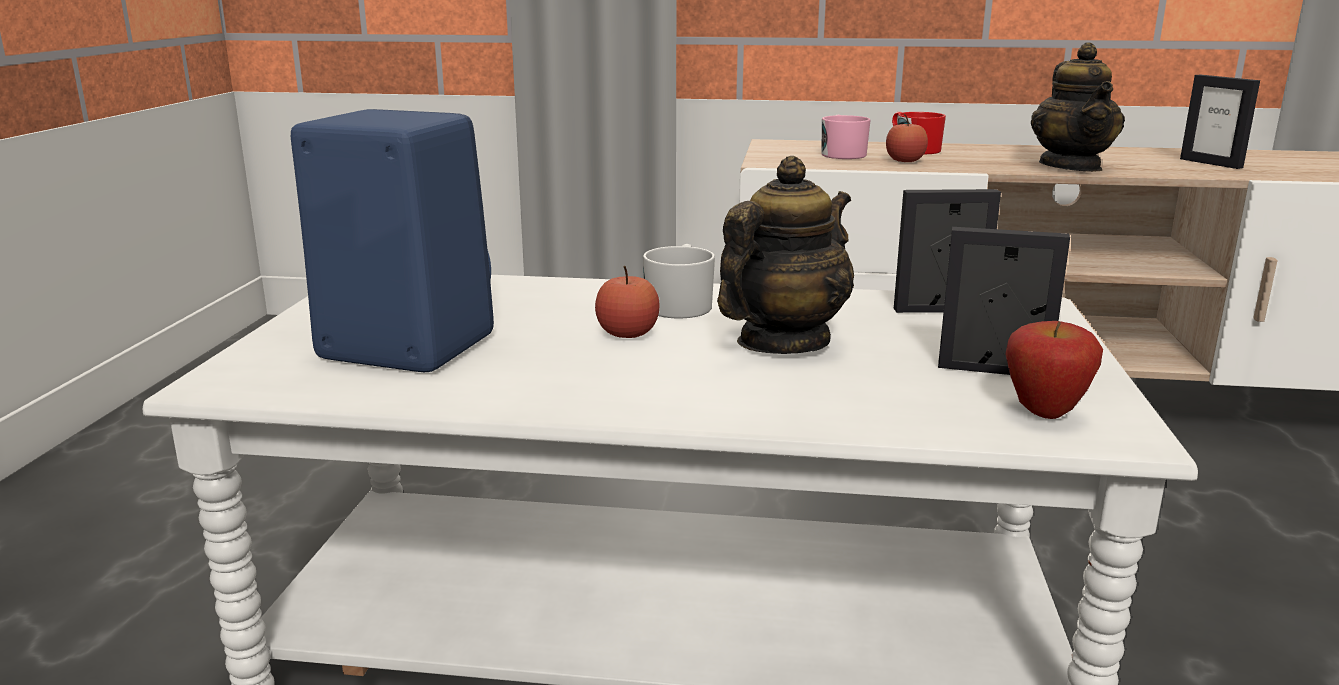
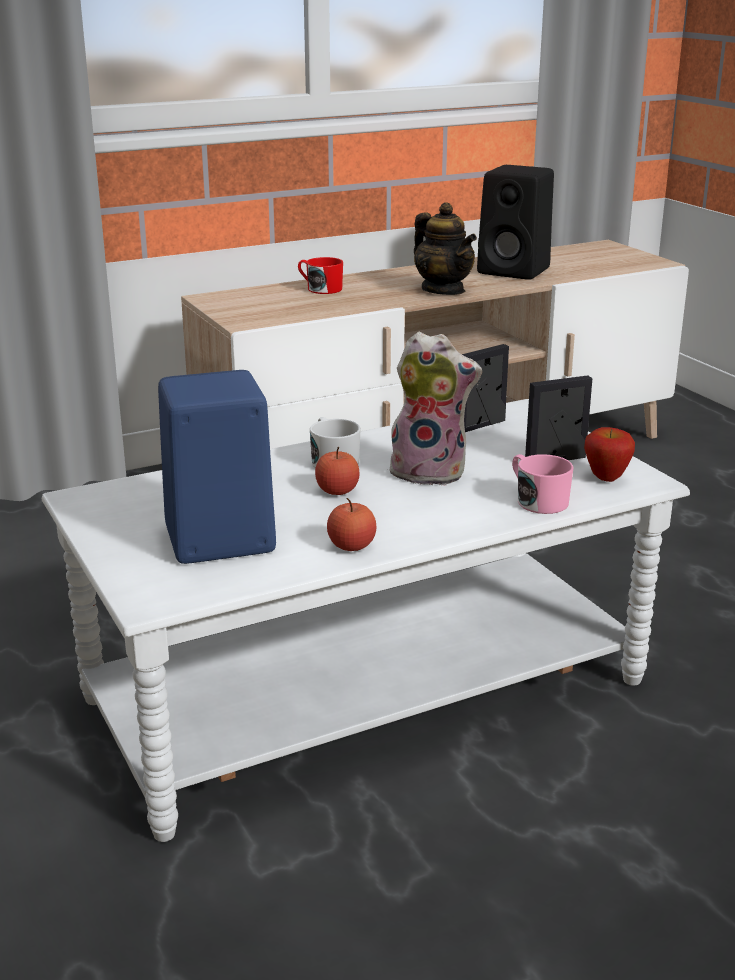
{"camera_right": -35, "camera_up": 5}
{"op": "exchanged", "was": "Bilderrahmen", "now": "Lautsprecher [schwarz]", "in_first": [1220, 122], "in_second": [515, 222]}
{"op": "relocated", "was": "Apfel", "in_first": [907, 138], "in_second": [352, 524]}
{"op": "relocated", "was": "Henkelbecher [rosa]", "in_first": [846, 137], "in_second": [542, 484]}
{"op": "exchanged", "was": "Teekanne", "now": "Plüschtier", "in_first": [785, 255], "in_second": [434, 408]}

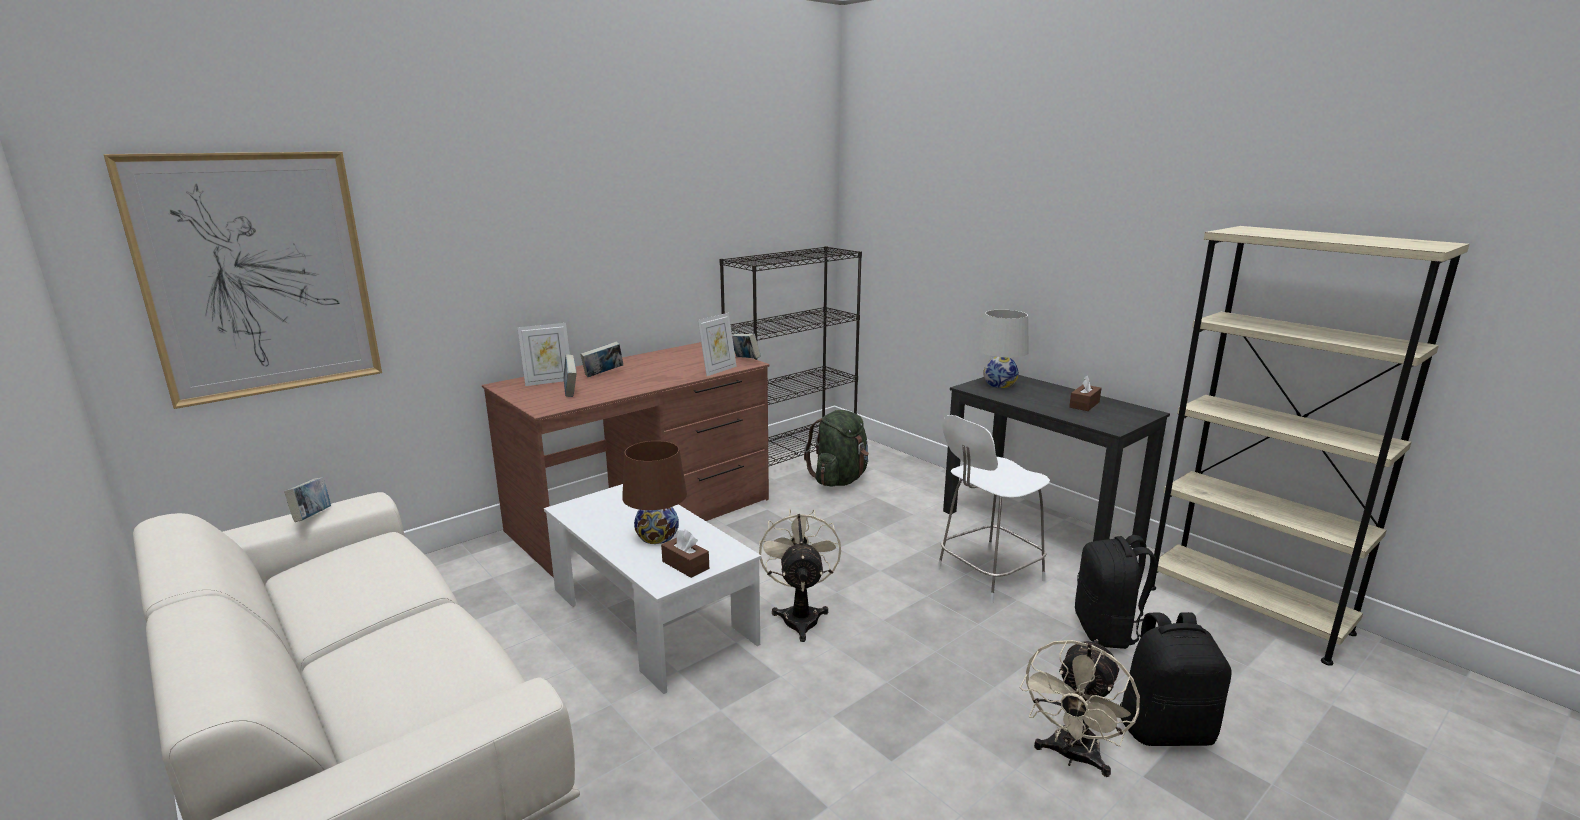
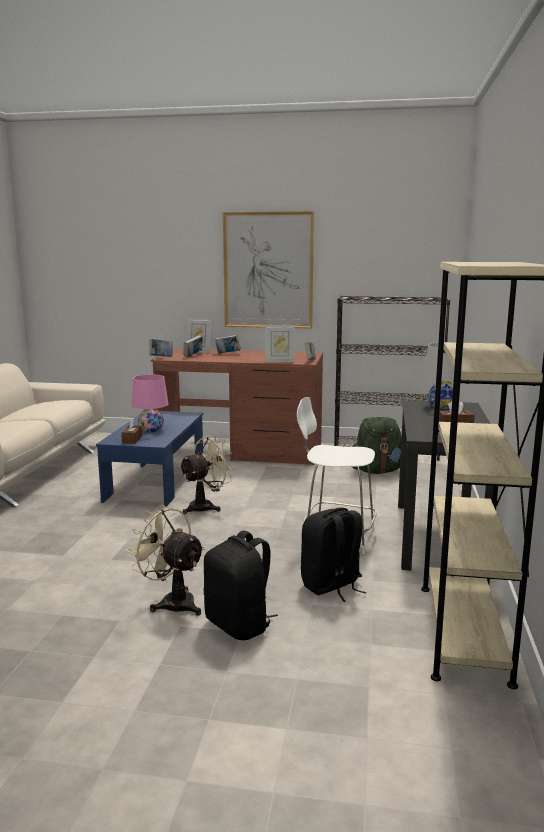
{"camera_right": 50, "camera_up": -5}
{"op": "relocated", "was": "Bild", "in_first": [242, 280], "in_second": [268, 269]}
{"op": "colour", "was": "Tischlampe [braun]", "now": "Tischlampe [rosa]", "in_first": [654, 492], "in_second": [150, 403]}
{"op": "relocated", "was": "Buch", "in_first": [307, 499], "in_second": [161, 348]}
{"op": "colour", "was": "Couchtisch [weiß]", "now": "Couchtisch [blau]", "in_first": [652, 589], "in_second": [149, 459]}
{"op": "spun", "was": "Ventilator [beige]", "in_first": [1080, 708], "in_second": [165, 560], "clockwise": 45}

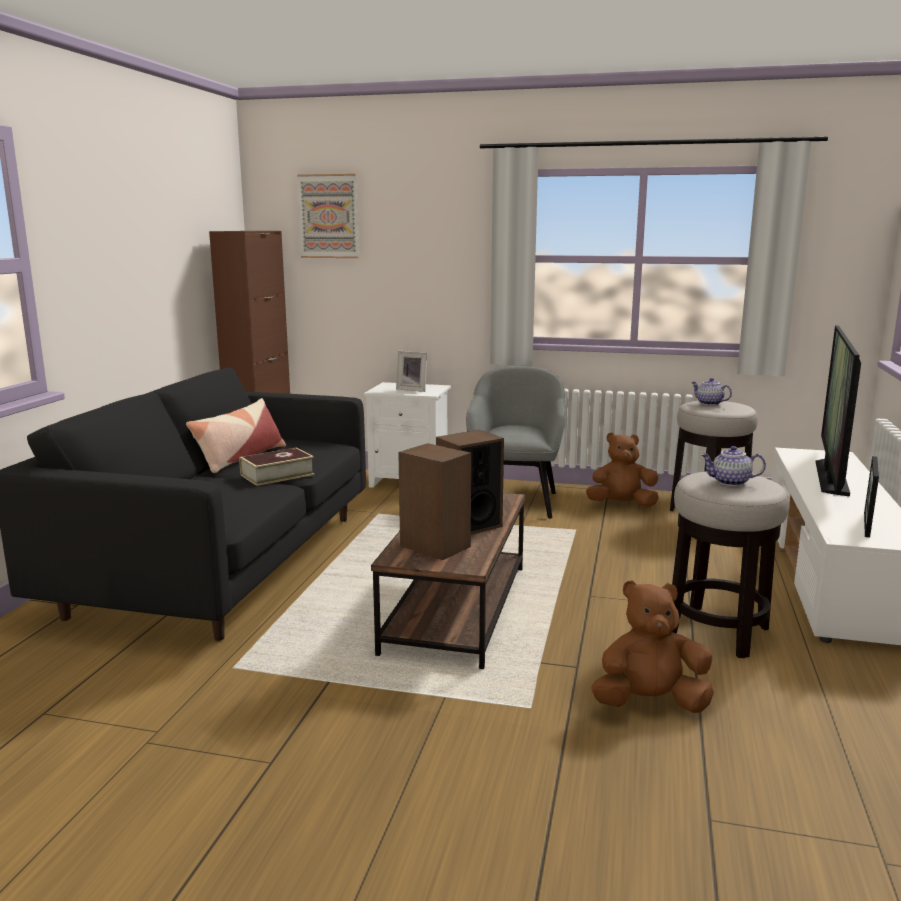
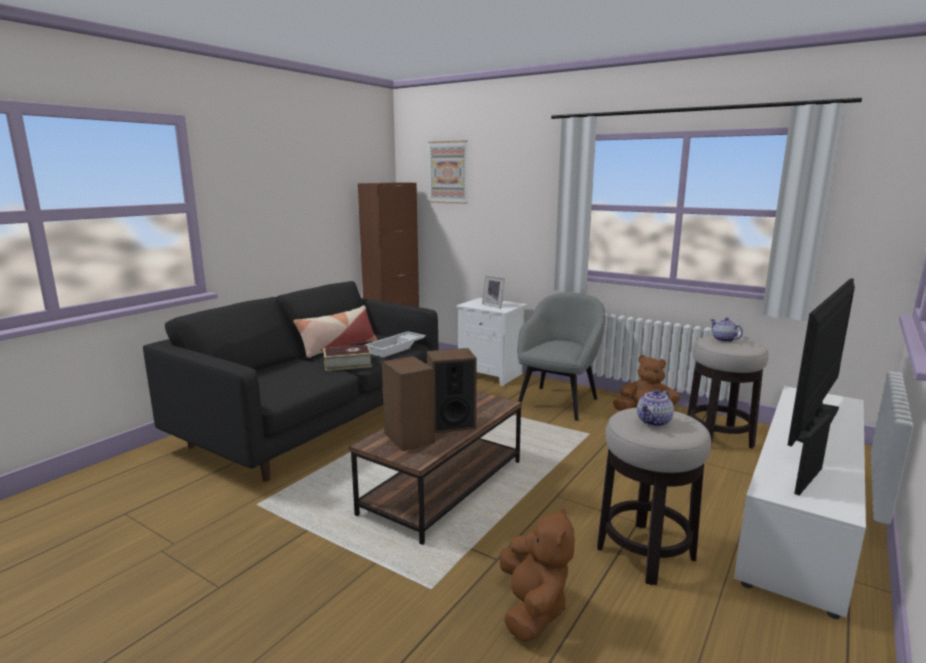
{"camera_right": 20, "camera_up": 0}
{"op": "spun", "was": "Teekanne", "in_first": [733, 466], "in_second": [655, 408], "clockwise": -75}
{"op": "spun", "was": "Plüschtier [braun]", "in_first": [652, 646], "in_second": [537, 574], "clockwise": 75}
{"op": "appeared", "now": "Tablett [weiß]", "in_second": [395, 344]}

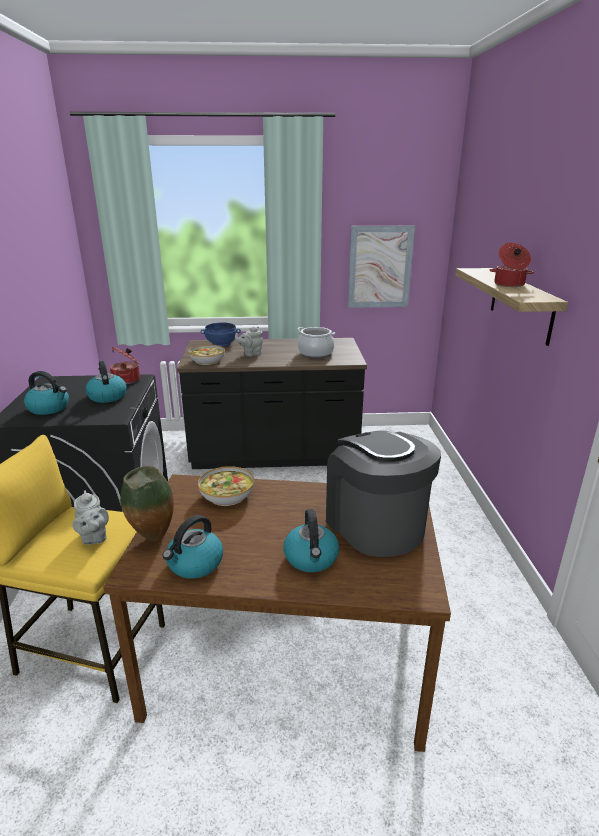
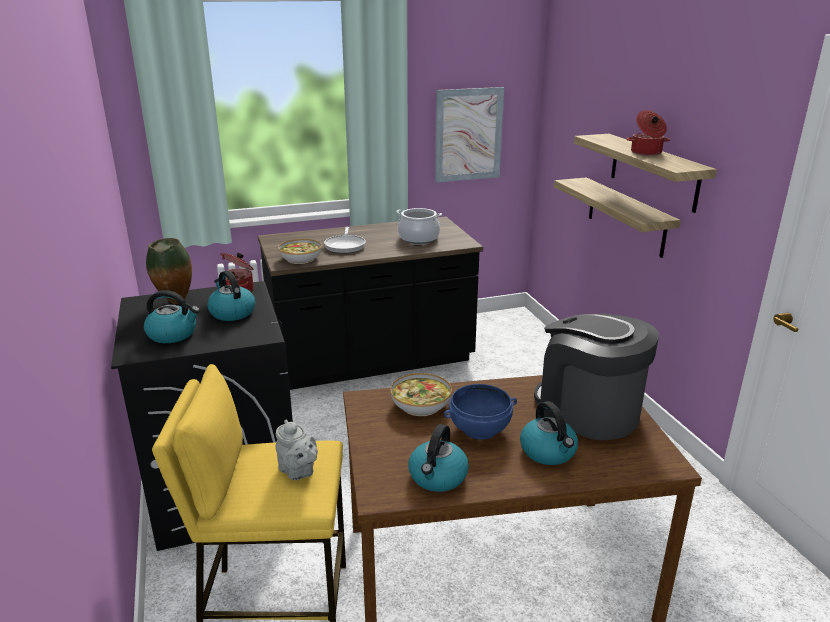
{"camera_right": -15, "camera_up": 0}
{"op": "relocated", "was": "Schüssel [blau]", "in_first": [221, 335], "in_second": [480, 412]}
{"op": "exchanged", "was": "Teekanne [grau]", "now": "Pfanne", "in_first": [249, 341], "in_second": [345, 240]}
{"op": "relocated", "was": "Vase", "in_first": [147, 504], "in_second": [169, 271]}
{"op": "appeared", "now": "Wandregal", "in_second": [617, 217]}

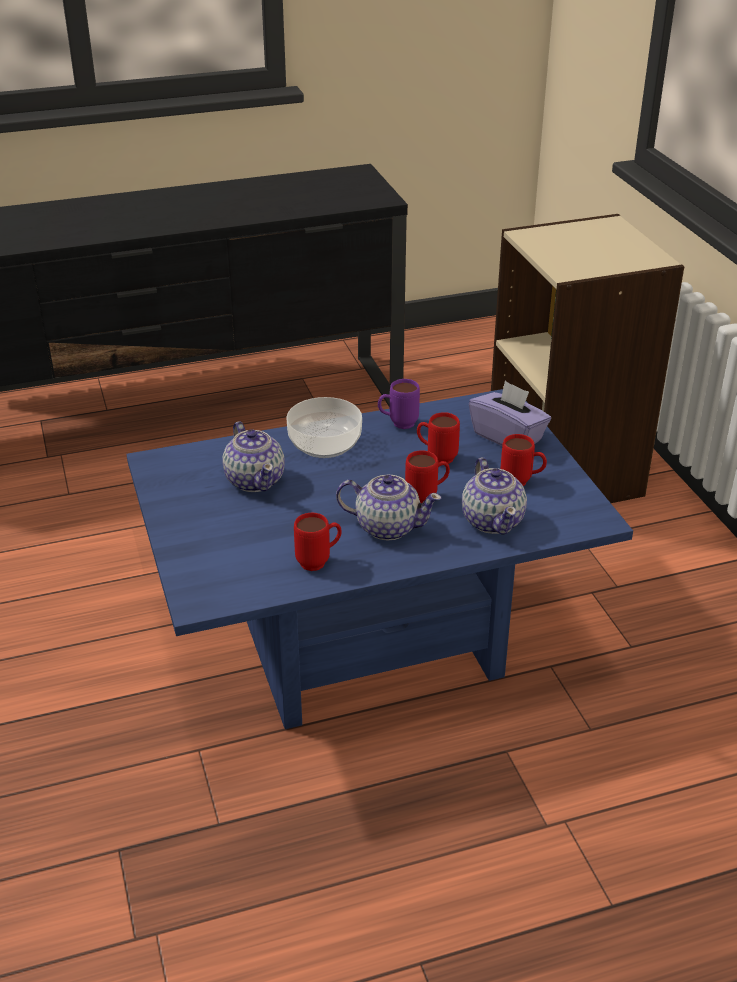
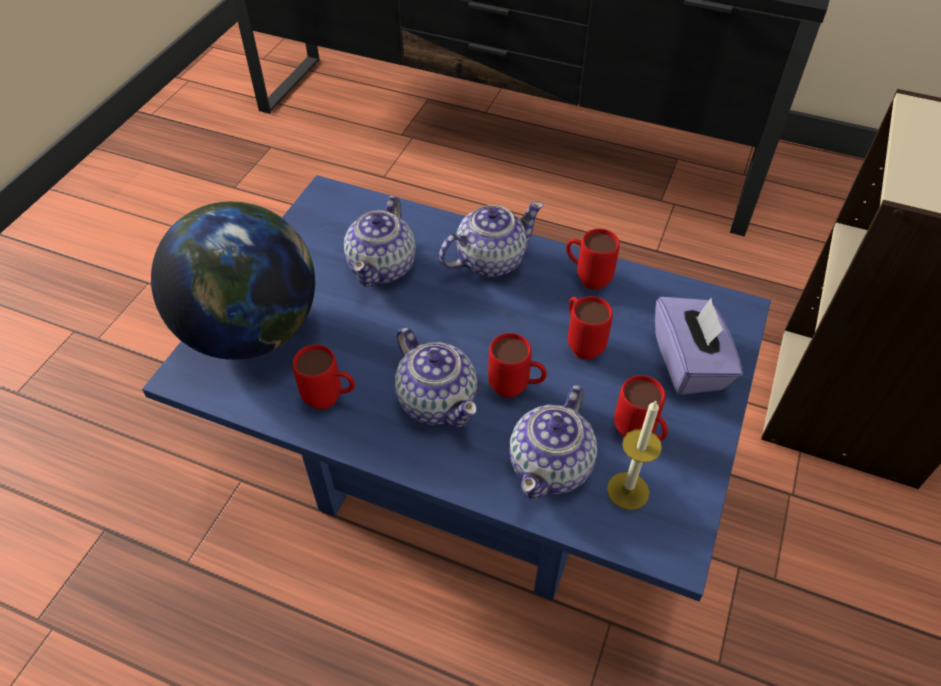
{"camera_right": 40, "camera_up": 15}
{"op": "colour", "was": "Henkelbecher [lila]", "now": "Henkelbecher [rot]", "in_first": [399, 404], "in_second": [593, 259]}
{"op": "exchanged", "was": "Schüssel", "now": "Teekanne", "in_first": [324, 427], "in_second": [491, 239]}
{"op": "appeared", "now": "Globus", "in_second": [233, 280]}
{"op": "appeared", "now": "Kerze", "in_second": [634, 455]}

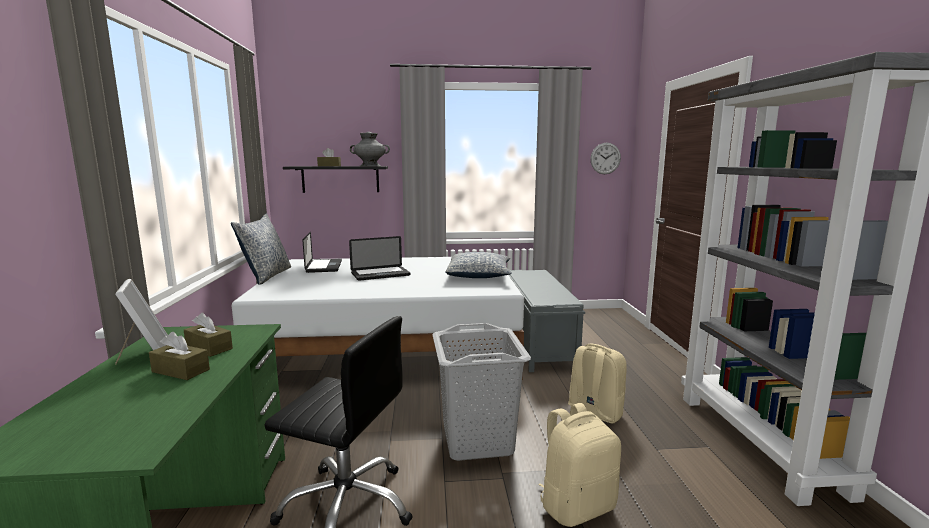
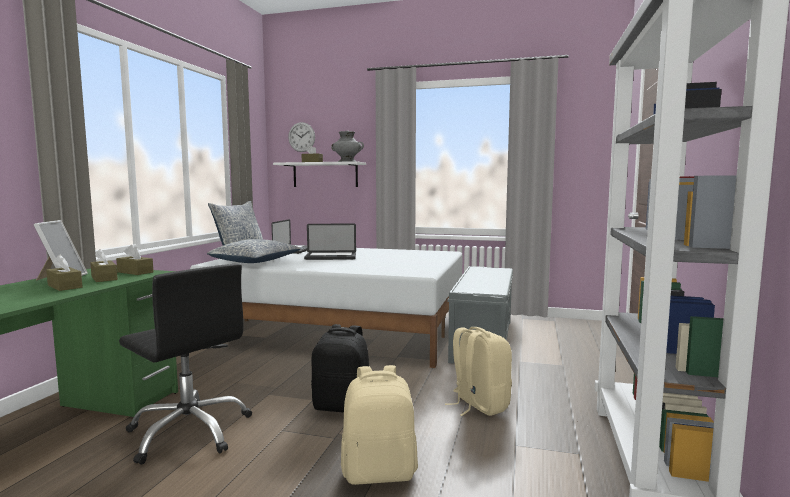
{"camera_right": 20, "camera_up": -5}
{"op": "relocated", "was": "Wanduhr", "in_first": [605, 158], "in_second": [301, 137]}
{"op": "colour", "was": "Wandregal [schwarz]", "now": "Wandregal [weiß]", "in_first": [335, 179], "in_second": [319, 174]}
{"op": "relocated", "was": "Kissen", "in_first": [478, 265], "in_second": [254, 251]}
{"op": "exchanged", "was": "Wäschekorb [grau]", "now": "Rucksack [schwarz]", "in_first": [481, 392], "in_second": [340, 368]}
{"op": "appeared", "now": "Taschentuchbox [braun]", "in_second": [135, 260]}

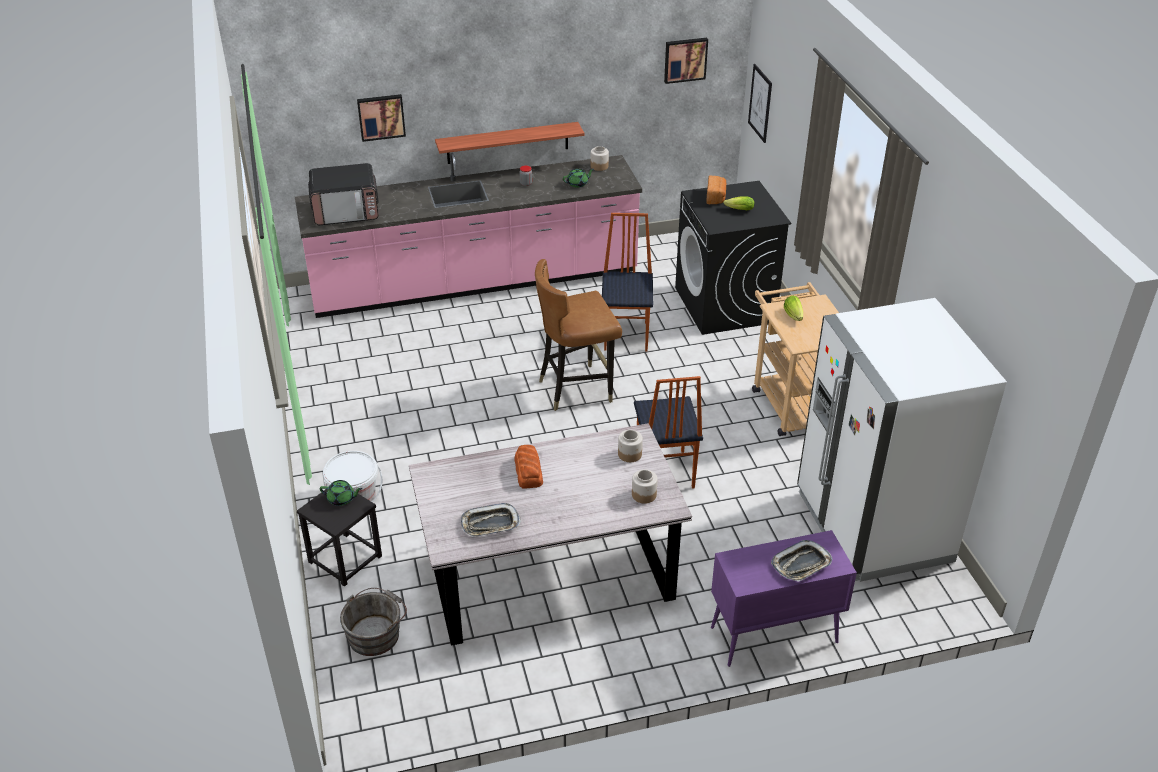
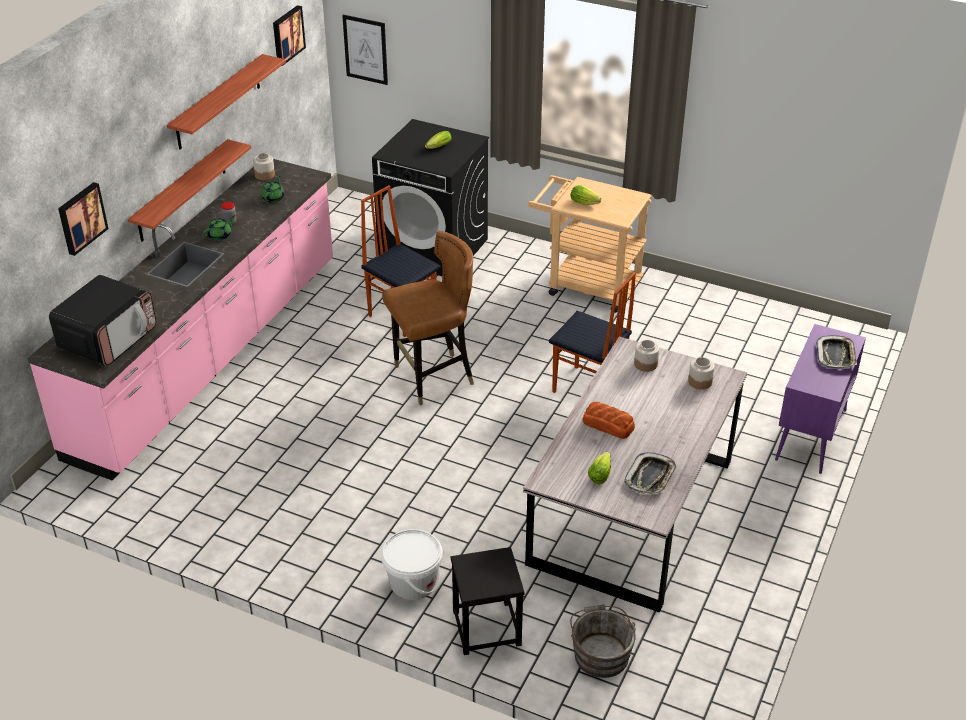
{"camera_right": -50, "camera_up": 0}
{"op": "missing", "was": "Brot", "in_first": [716, 190]}
{"op": "spun", "was": "Stuhl [braun]", "in_first": [578, 335], "in_second": [428, 318], "clockwise": -135}
{"op": "missing", "was": "Kühlschrank [weiß]", "in_first": [902, 440]}
{"op": "relocated", "was": "Teekanne [grün]", "in_first": [341, 493], "in_second": [219, 227]}
{"op": "appeared", "now": "Wandregal", "in_second": [226, 101]}
{"op": "appeared", "now": "Salatkopf", "in_second": [599, 468]}

